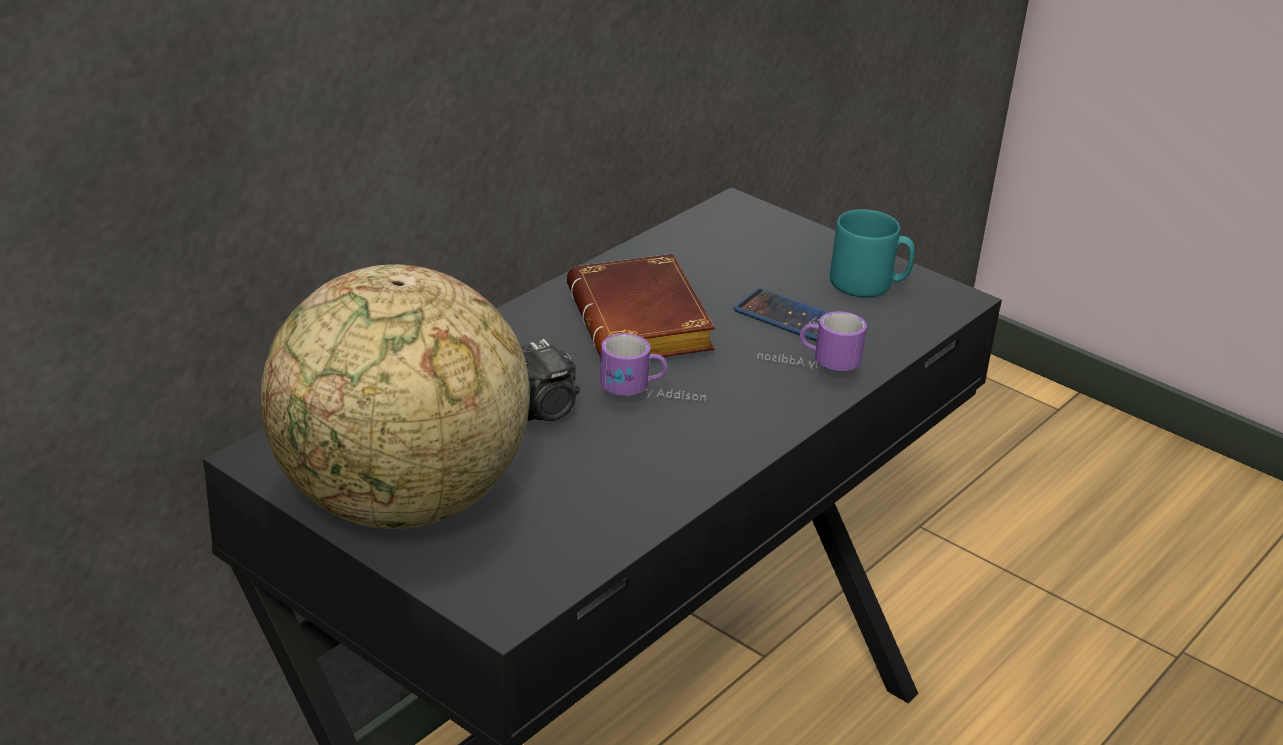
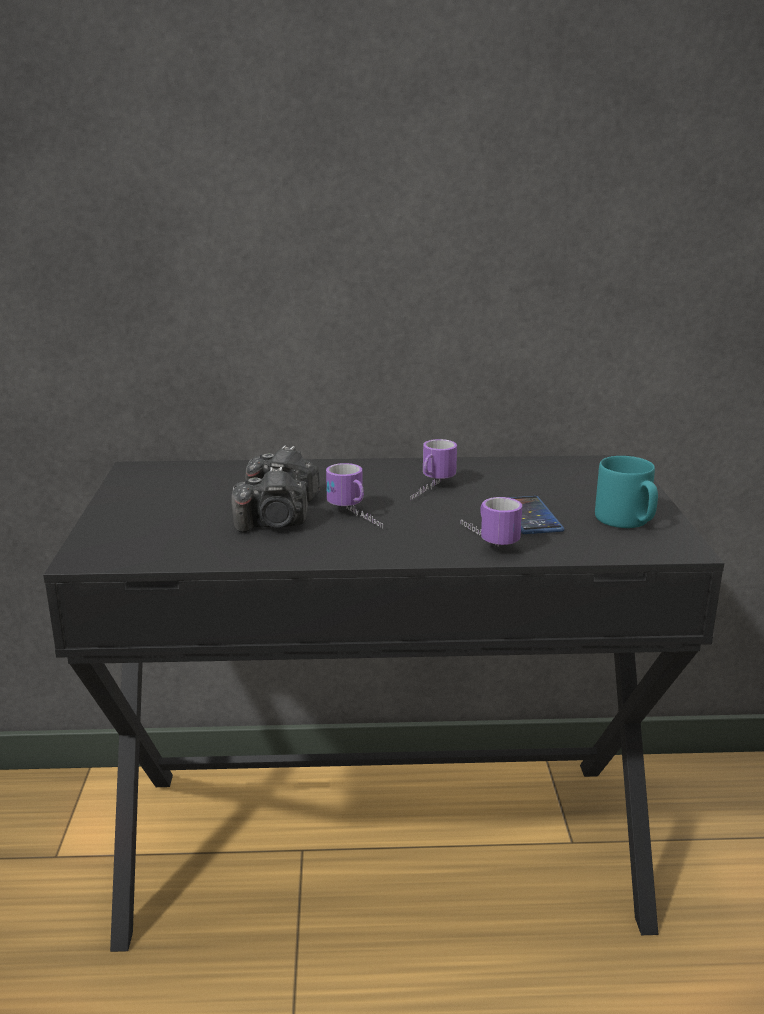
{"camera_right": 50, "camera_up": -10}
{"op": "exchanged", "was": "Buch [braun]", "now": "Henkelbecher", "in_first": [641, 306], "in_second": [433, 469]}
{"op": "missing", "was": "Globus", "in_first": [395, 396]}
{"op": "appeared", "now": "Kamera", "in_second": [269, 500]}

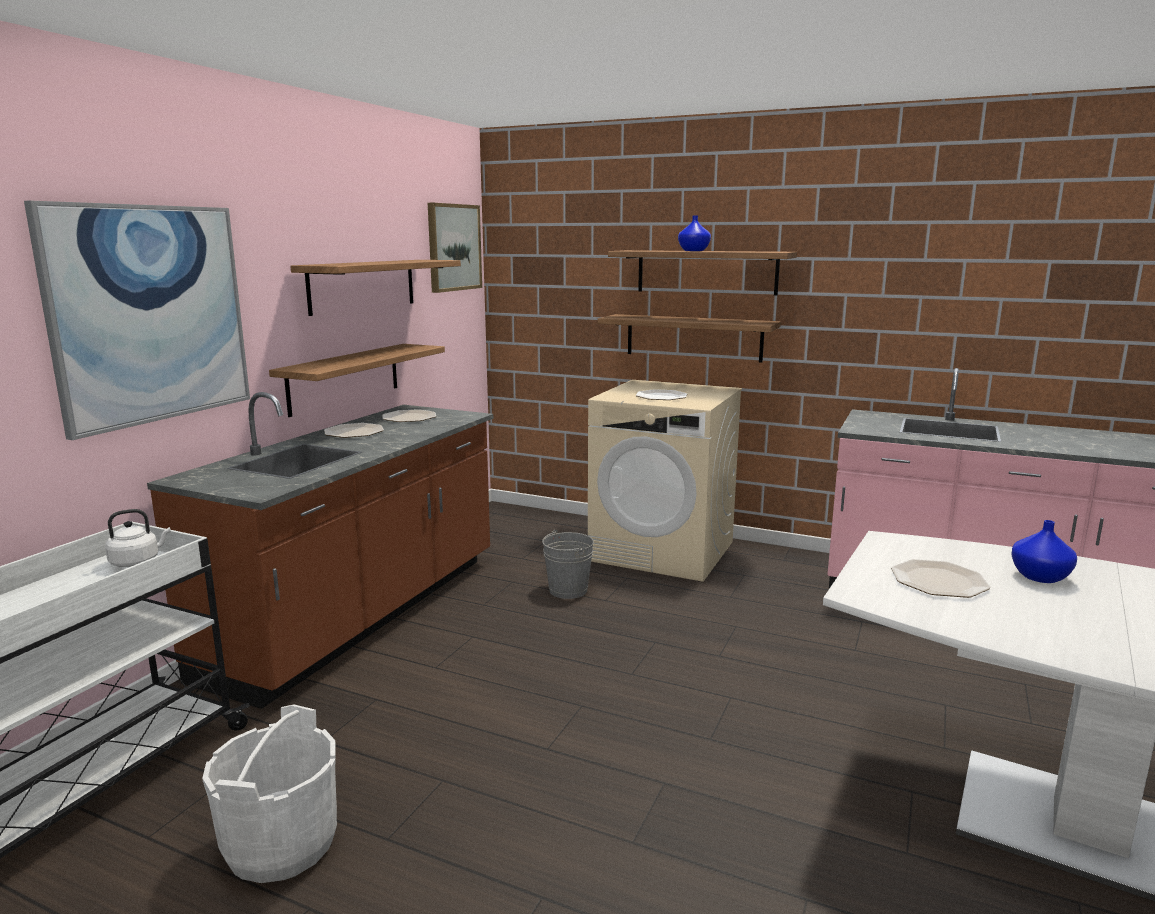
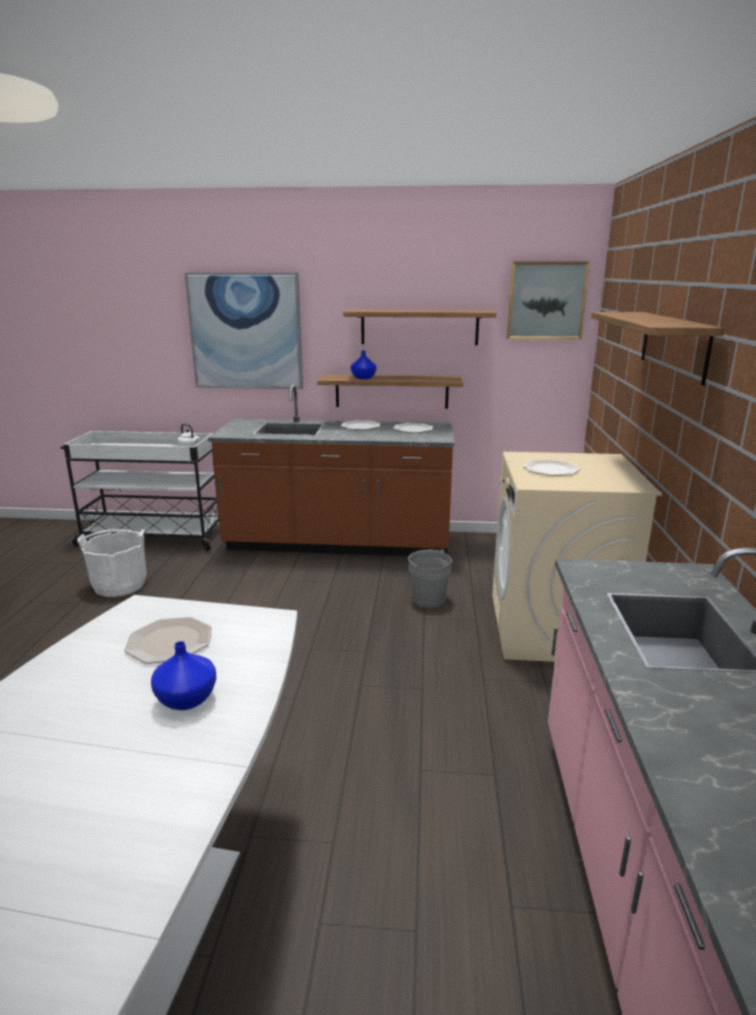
{"camera_right": 70, "camera_up": 5}
{"op": "relocated", "was": "Vase [blau]", "in_first": [694, 233], "in_second": [364, 364]}
{"op": "missing", "was": "Wandregal", "in_first": [689, 338]}

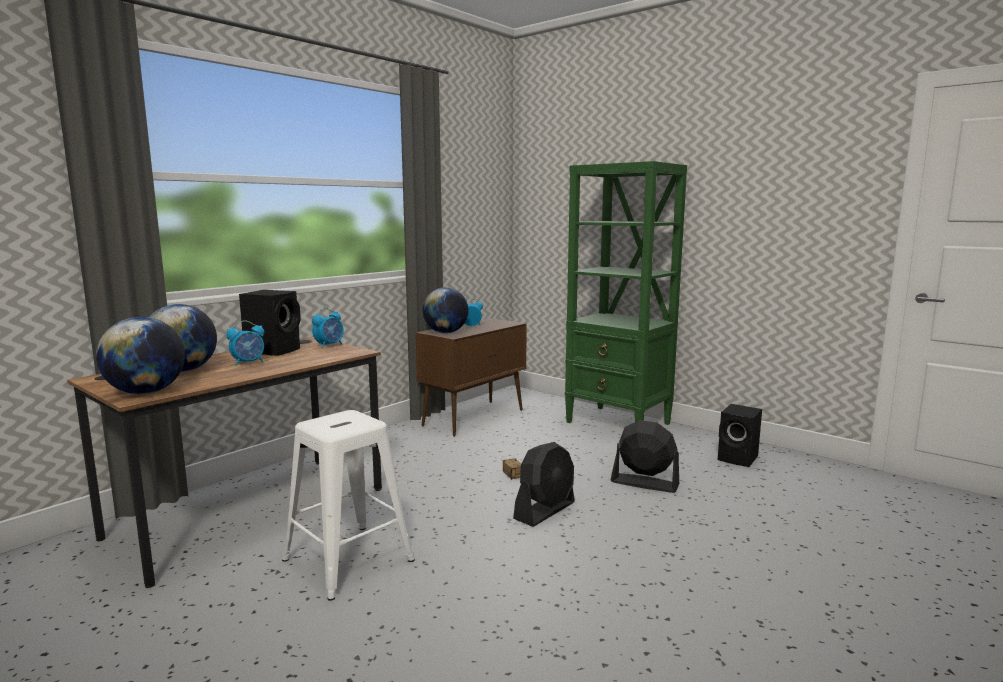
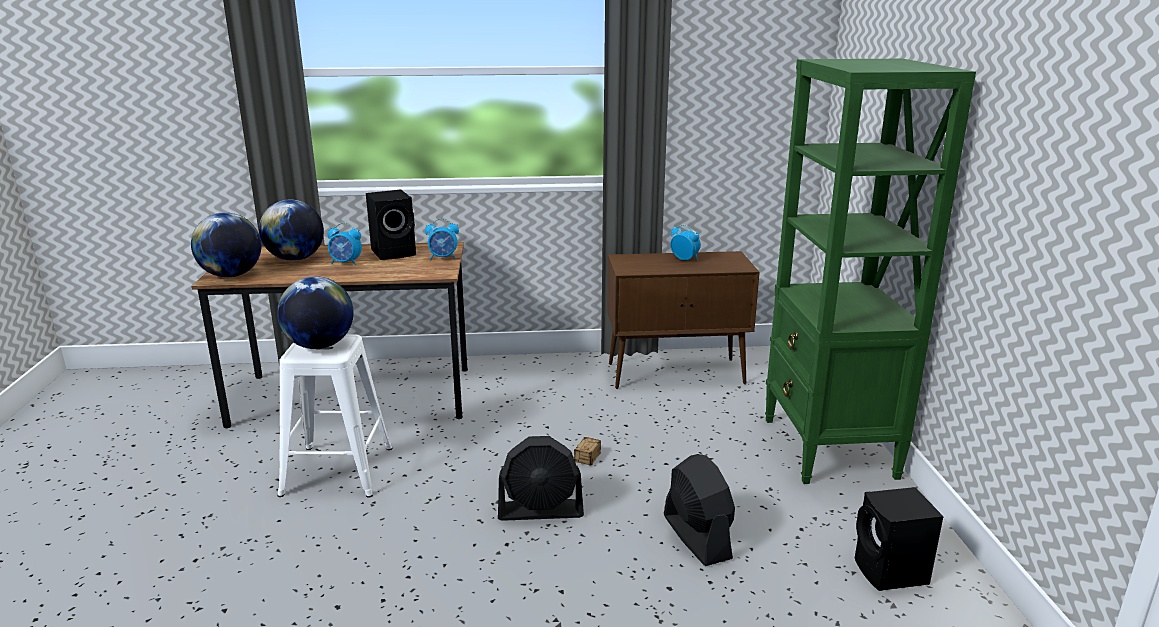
{"camera_right": 45, "camera_up": 10}
{"op": "relocated", "was": "Globus", "in_first": [446, 310], "in_second": [315, 312]}

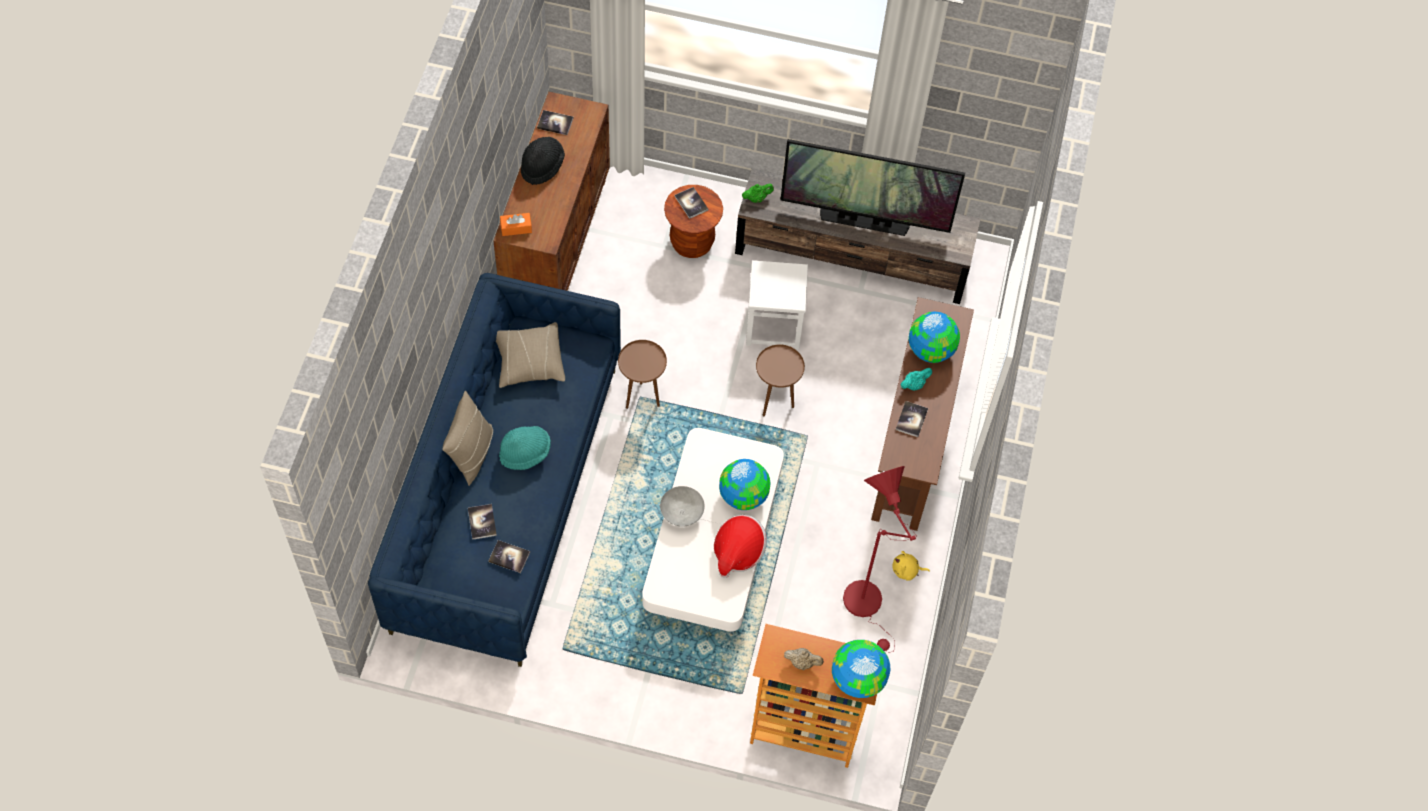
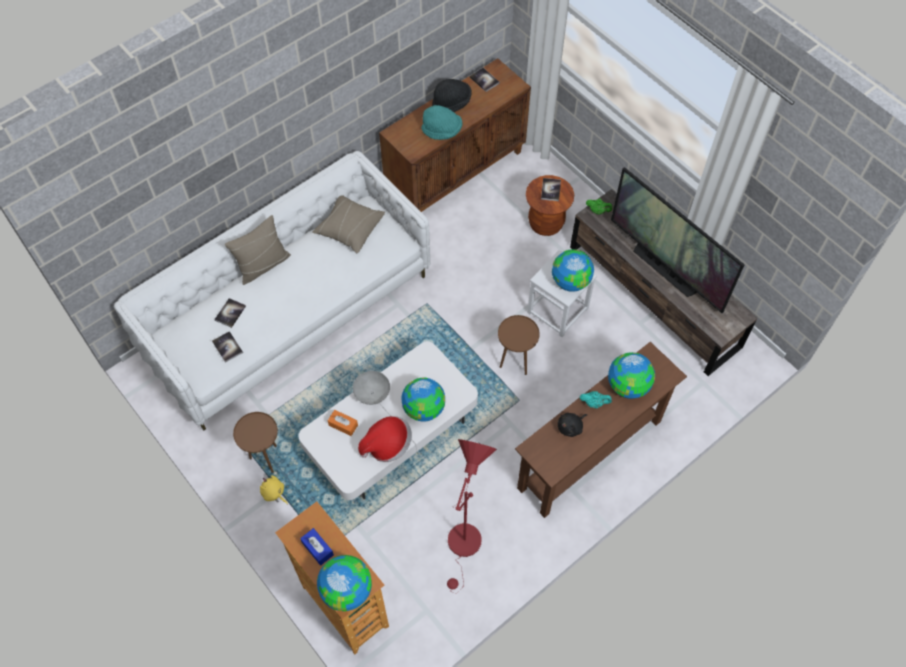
{"camera_right": 40, "camera_up": 0}
{"op": "relocated", "was": "Taschentuchbox [orange]", "in_first": [516, 224], "in_second": [343, 423]}
{"op": "colour", "was": "Sofa [blau]", "now": "Sofa [weiß]", "in_first": [494, 470], "in_second": [272, 291]}
{"op": "relocated", "was": "Beistelltisch [braun]", "in_first": [642, 374], "in_second": [255, 442]}
{"op": "exchanged", "was": "Buch", "now": "Plüschtier [schwarz]", "in_first": [912, 419], "in_second": [572, 425]}
{"op": "relocated", "was": "Hut [türkis]", "in_first": [525, 448], "in_second": [441, 122]}
{"op": "relocated", "was": "Plüschtier [gelb]", "in_first": [911, 566], "in_second": [274, 490]}
{"op": "exchanged", "was": "Teekanne [beige]", "now": "Taschentuchbox [blau]", "in_first": [804, 659], "in_second": [317, 547]}
{"op": "appeared", "now": "Globus", "in_second": [573, 270]}

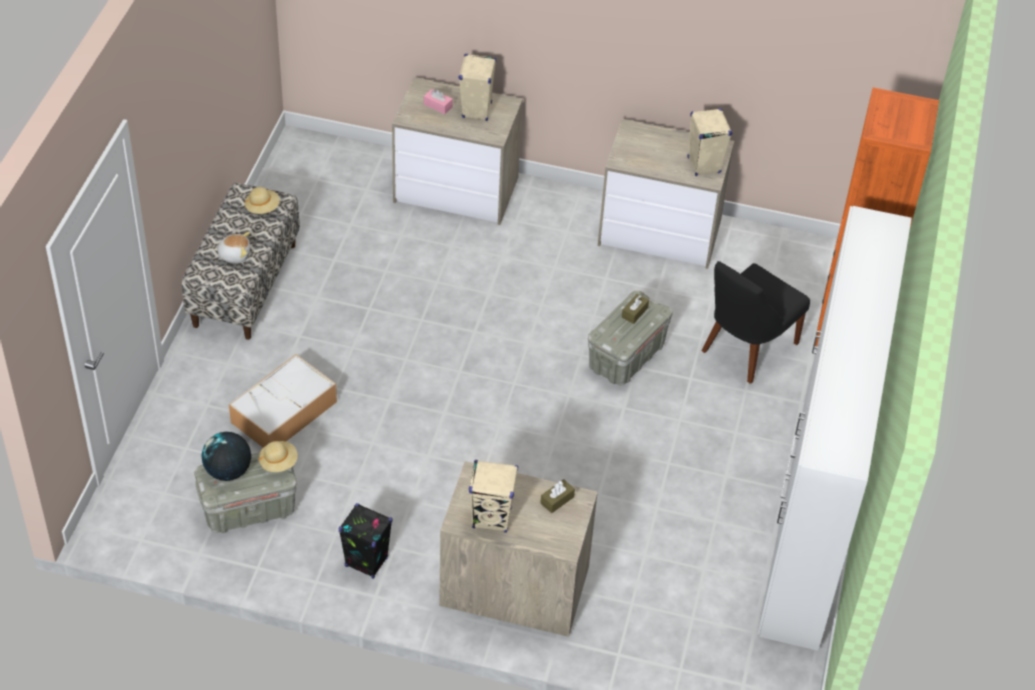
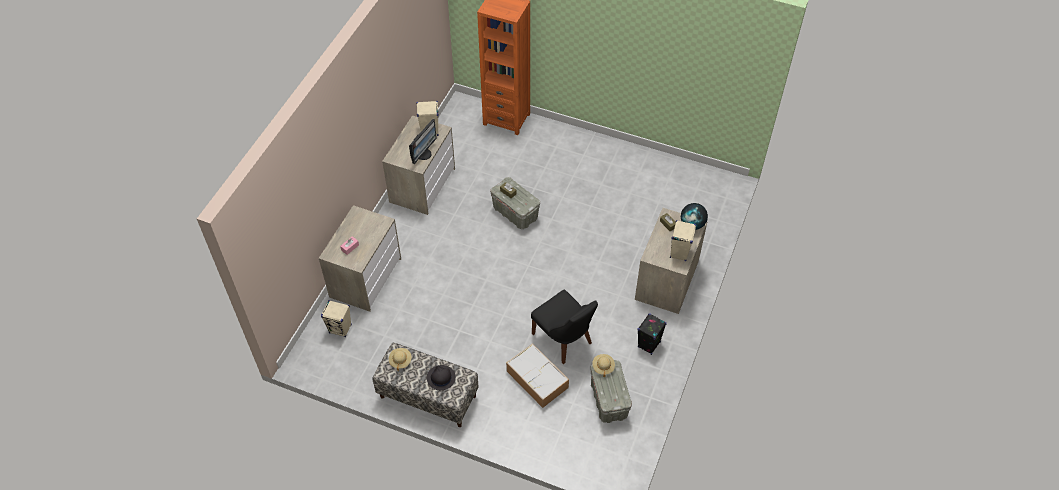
{"camera_right": -80, "camera_up": 5}
{"op": "relocated", "was": "Lautsprecher [beige]", "in_first": [478, 87], "in_second": [336, 318]}
{"op": "missing", "was": "Kleiderschrank [weiß]", "in_first": [834, 428]}
{"op": "exchanged", "was": "Plüschtier", "now": "Hut [schwarz]", "in_first": [231, 247], "in_second": [441, 377]}
{"op": "relocated", "was": "Stuhl [schwarz]", "in_first": [756, 322], "in_second": [564, 327]}
{"op": "relocated", "was": "Globus", "in_first": [226, 456], "in_second": [694, 216]}
{"op": "appeared", "now": "Monitor", "in_second": [423, 141]}

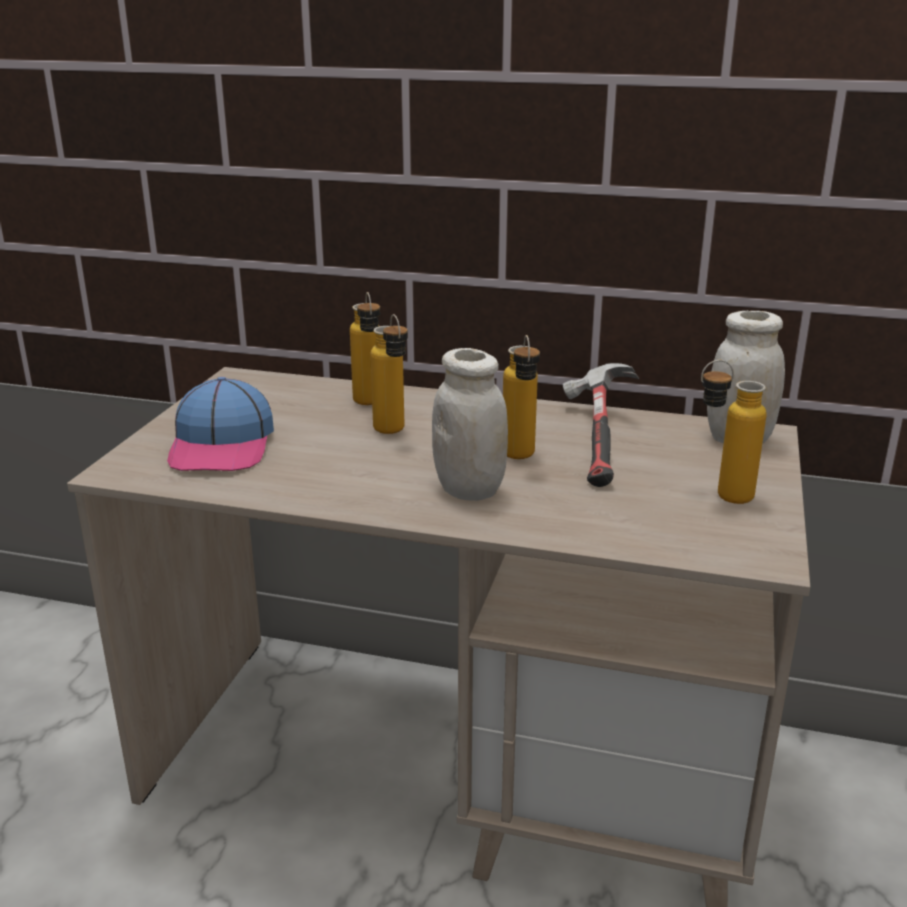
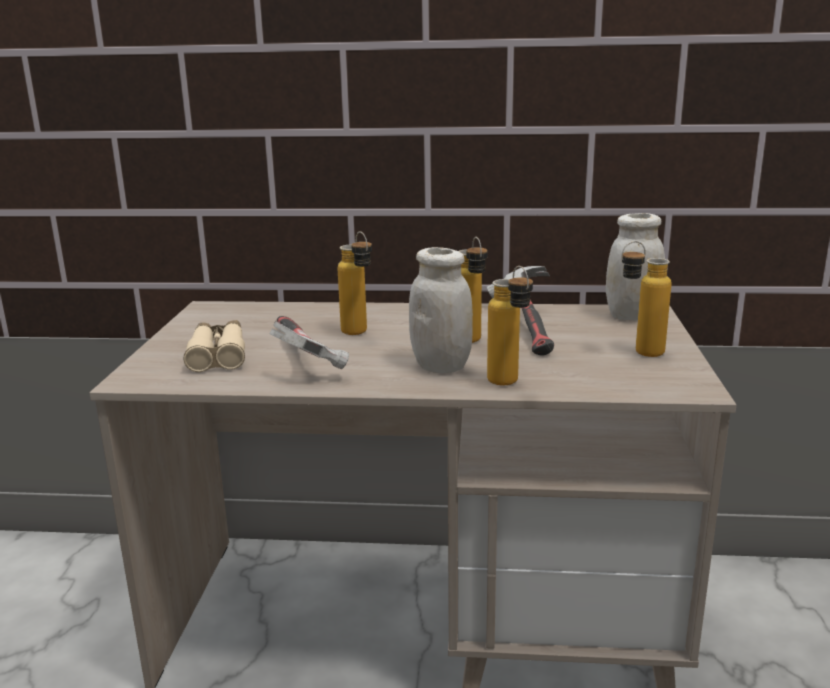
{"camera_right": -10, "camera_up": -5}
{"op": "relocated", "was": "Flasche", "in_first": [365, 348], "in_second": [510, 325]}
{"op": "exchanged", "was": "Kappe", "now": "Fernglas [beige]", "in_first": [220, 424], "in_second": [214, 346]}
{"op": "appeared", "now": "Hammer", "in_second": [309, 342]}

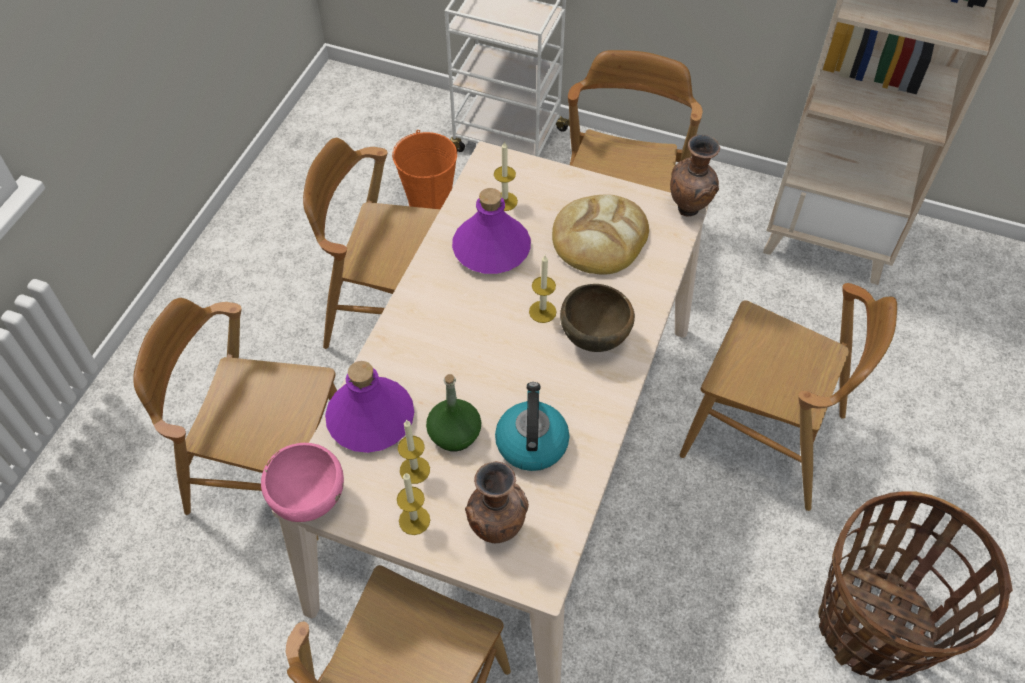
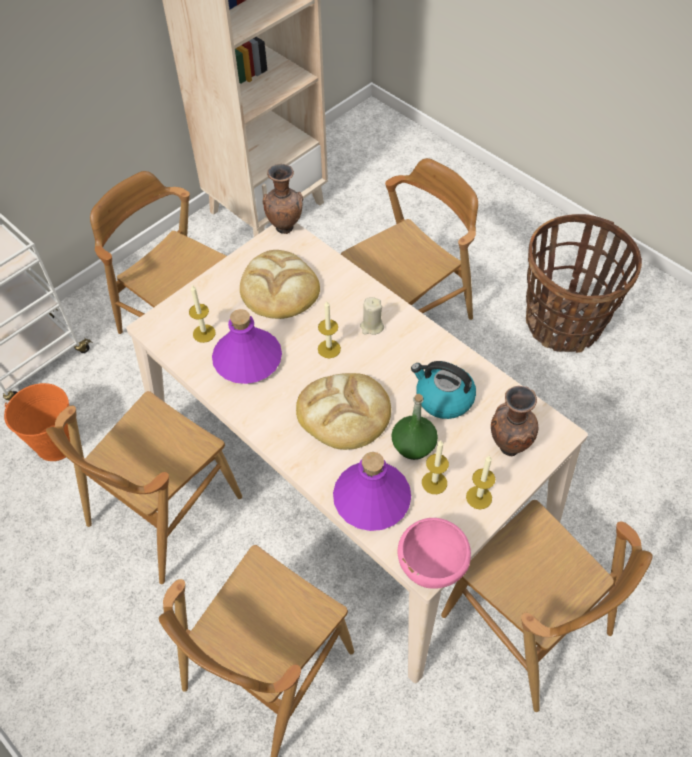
{"camera_right": -65, "camera_up": 0}
{"op": "exchanged", "was": "Schüssel [braun]", "now": "Kerze [beige]", "in_first": [597, 318], "in_second": [372, 316]}
{"op": "appeared", "now": "Brot", "in_second": [343, 411]}

